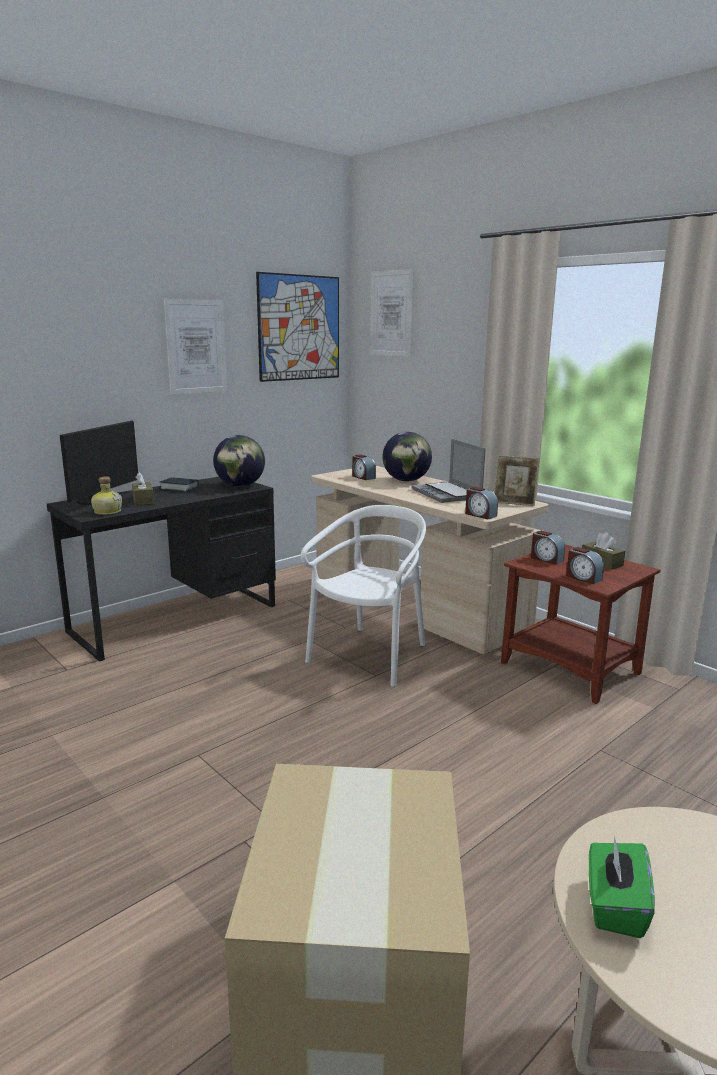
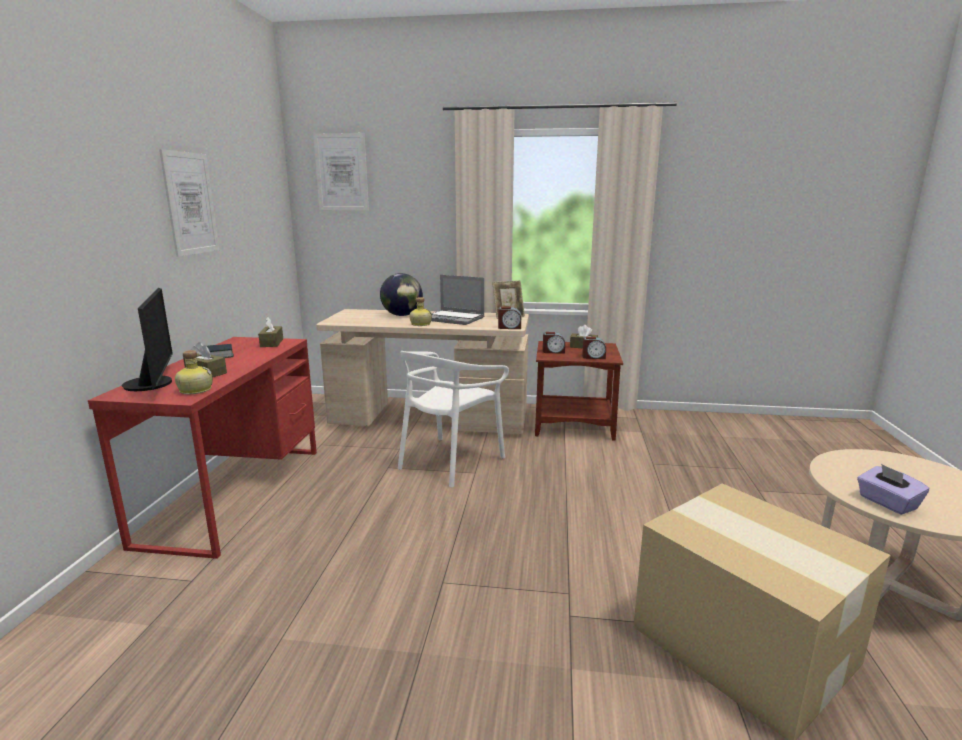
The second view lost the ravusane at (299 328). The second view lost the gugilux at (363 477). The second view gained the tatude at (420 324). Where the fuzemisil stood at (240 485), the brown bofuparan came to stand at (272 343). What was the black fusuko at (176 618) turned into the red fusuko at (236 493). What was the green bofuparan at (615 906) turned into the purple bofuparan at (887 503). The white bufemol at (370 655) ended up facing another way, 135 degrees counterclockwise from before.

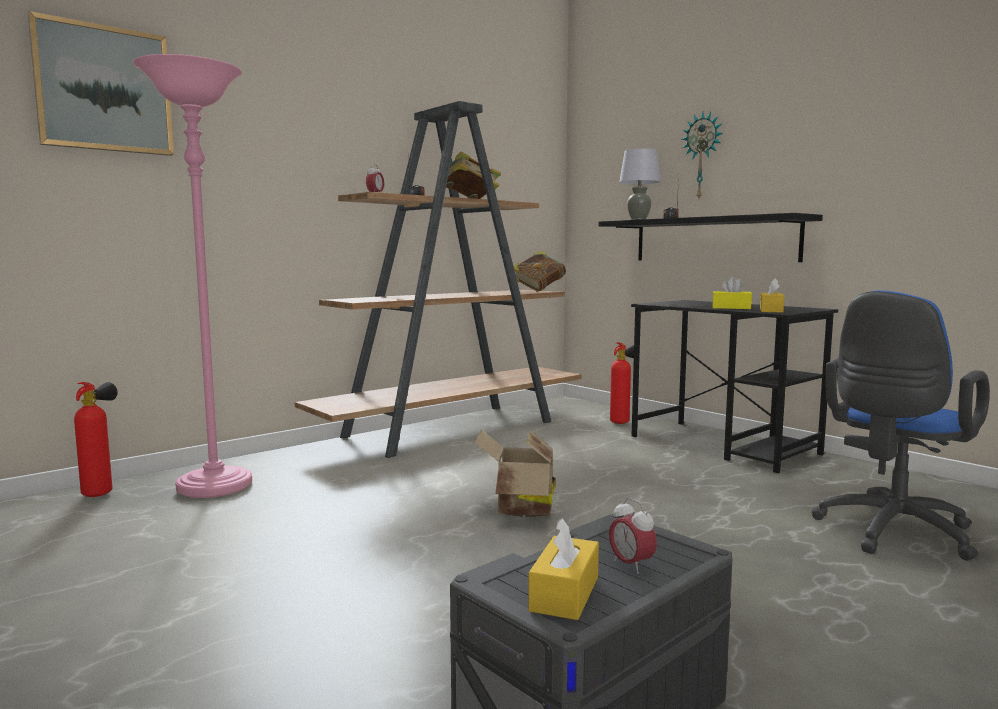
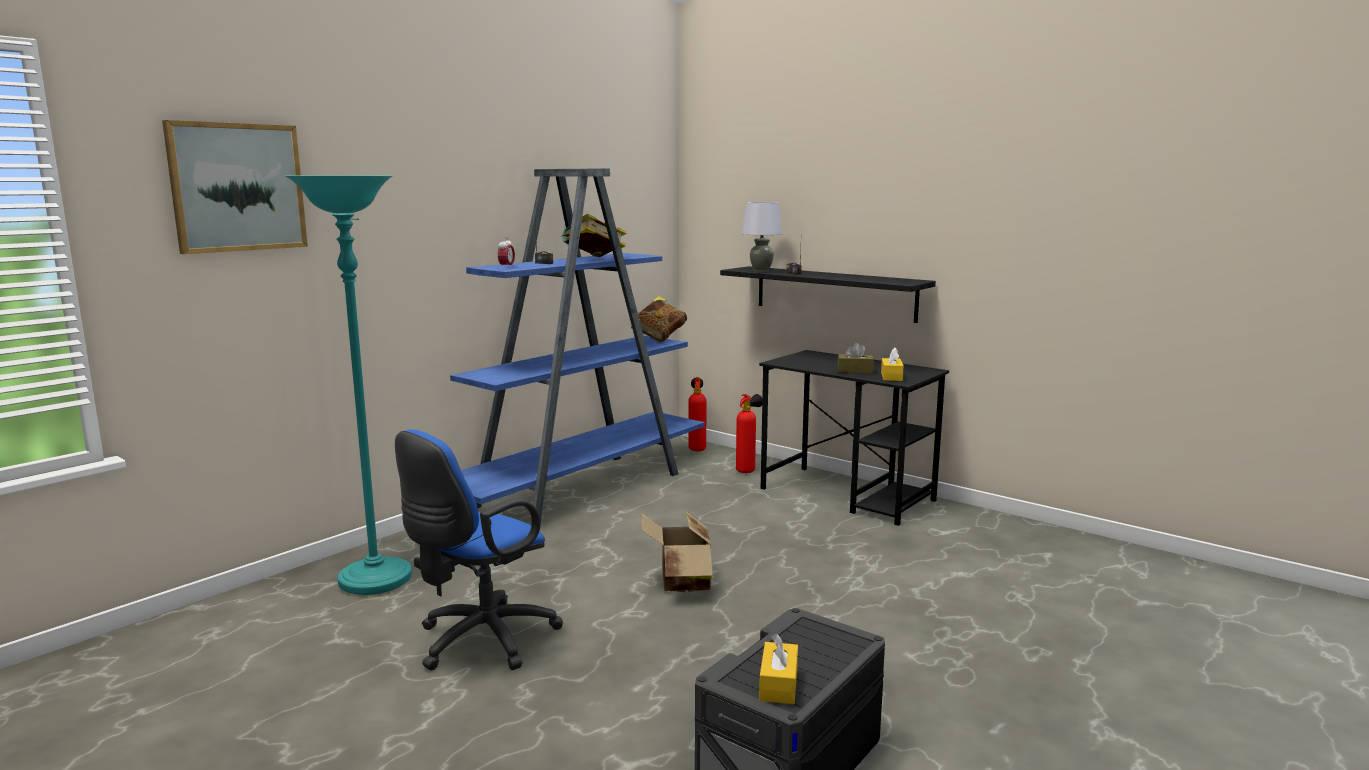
The second view lost the gugilux at (631 565). The second view lost the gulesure at (702 156). The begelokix ended up elsewhere, having gone from (102 492) to (697 449). The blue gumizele ended up elsewhere, having gone from (891 533) to (480 641). What was the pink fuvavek at (215 487) turned into the turquoise fuvavek at (375 580). What was the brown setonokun at (453 429) turned into the blue setonokun at (582 489). What was the yellow bofuparan at (731 308) turned into the brown bofuparan at (855 371).

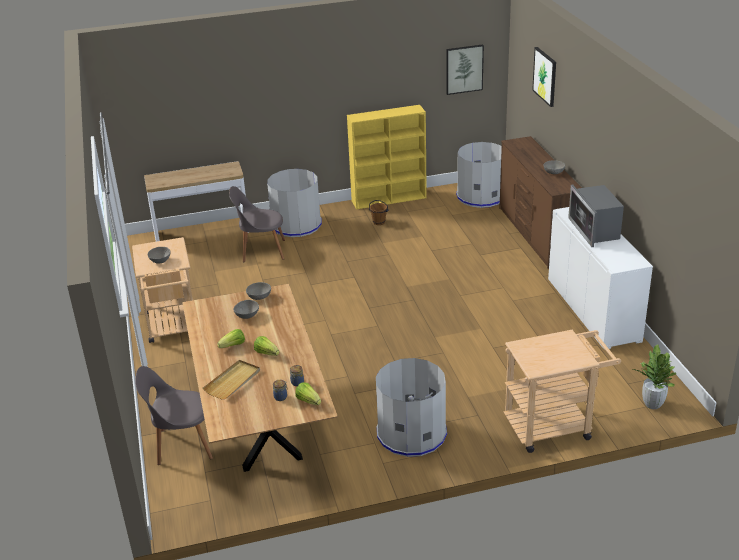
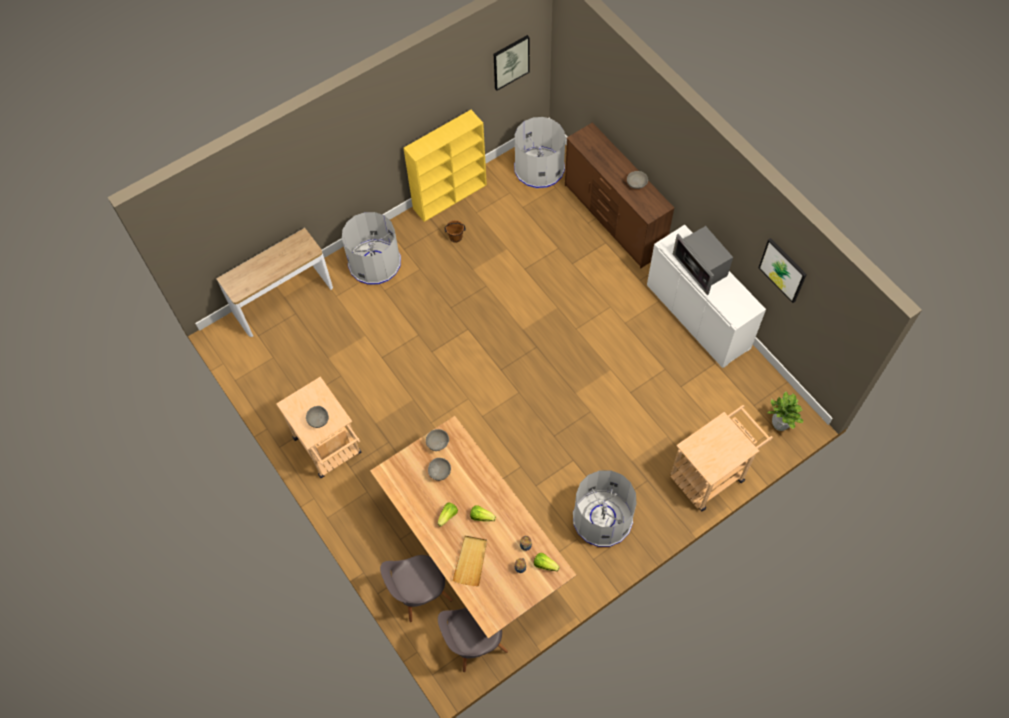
The grey bufemol ended up elsewhere, having gone from (261 251) to (473 641). The ravusane ended up elsewhere, having gone from (545 76) to (783 270).

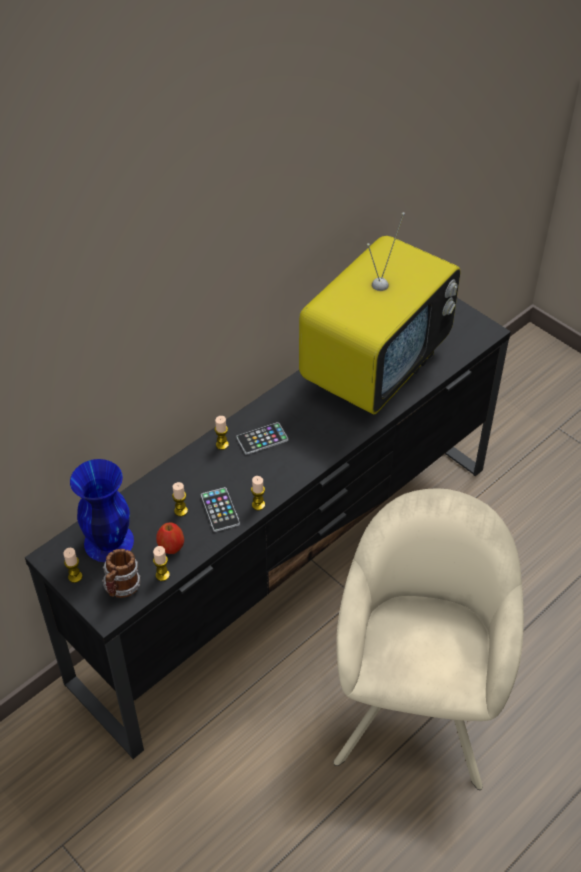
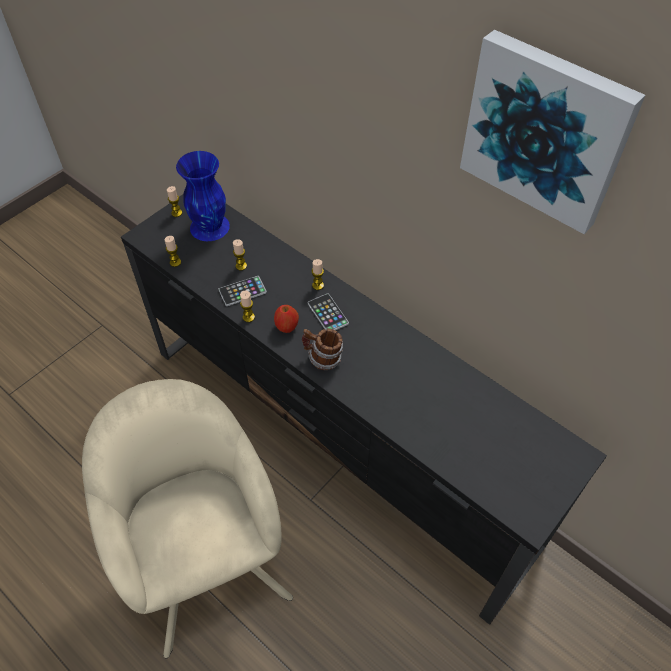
The second view lost the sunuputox at (375 368). The second view gained the ravusane at (546 131). The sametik ended up elsewhere, having gone from (122 588) to (323 359). The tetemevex ended up elsewhere, having gone from (171 547) to (286 327). The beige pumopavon at (417 699) ended up facing another way, 120 degrees counterclockwise from before.

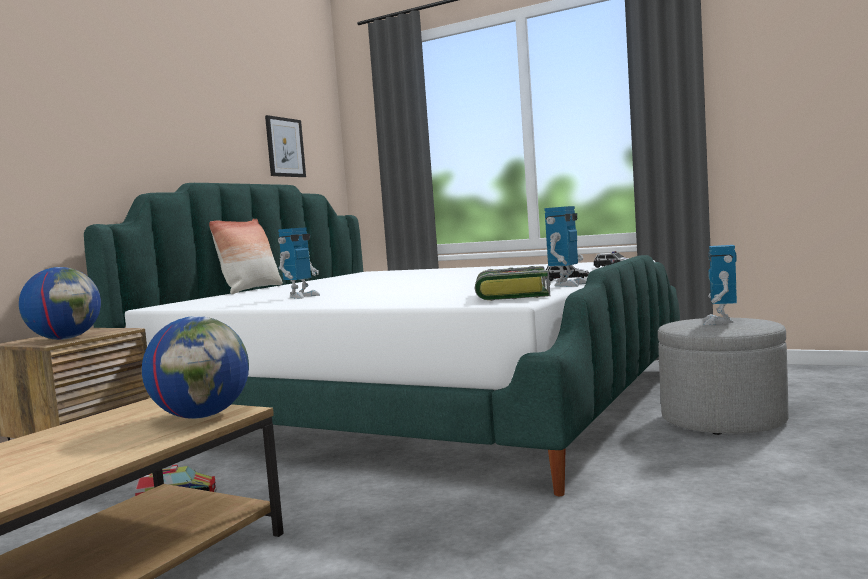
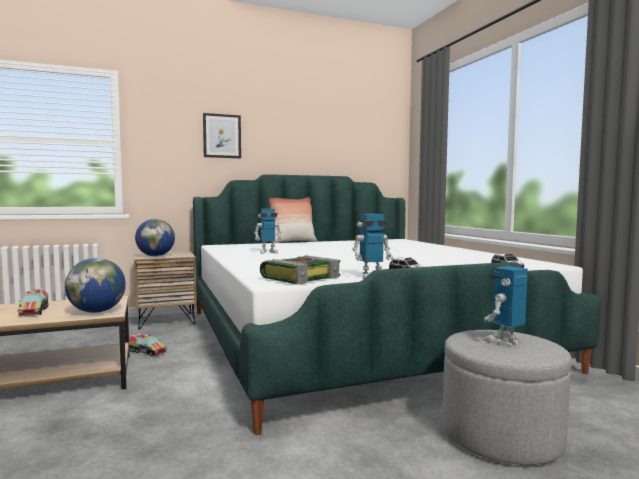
The second view gained the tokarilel at (34 311). The ravusane ended up elsewhere, having gone from (285 147) to (222 136).

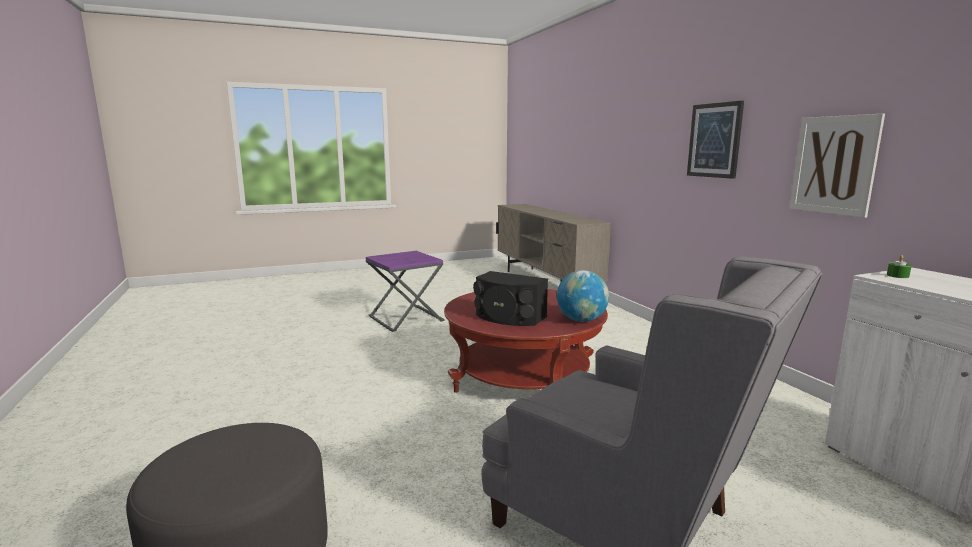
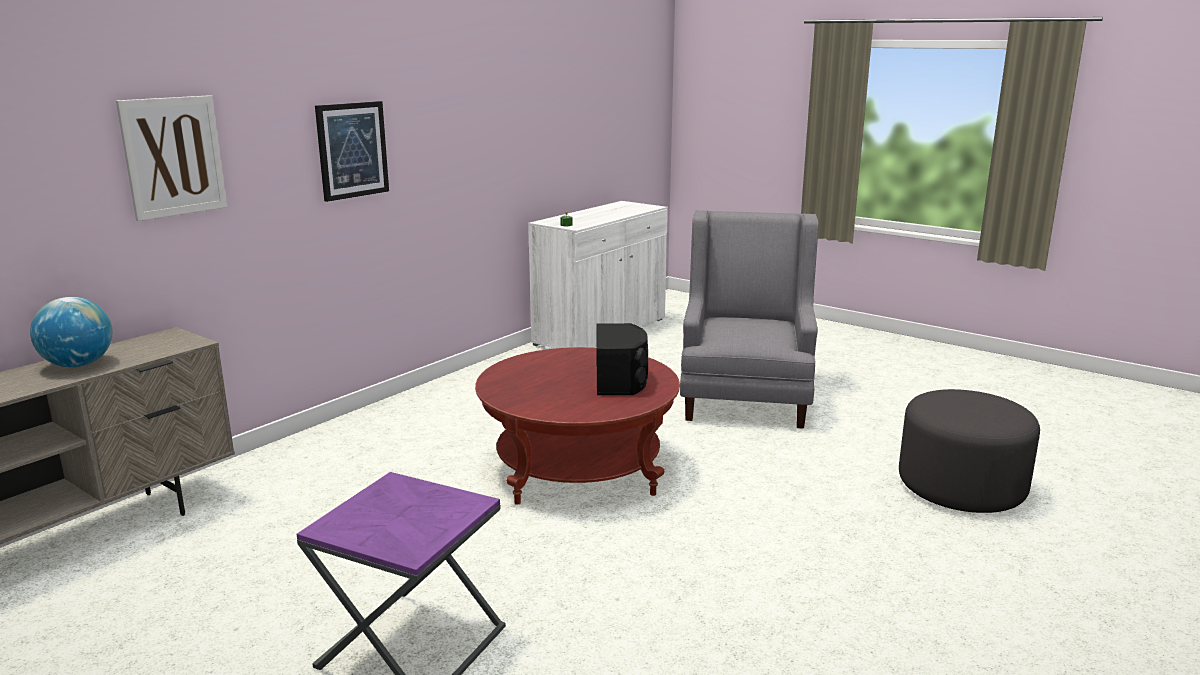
The fuzemisil ended up elsewhere, having gone from (581 320) to (78 365). The ravusane ended up elsewhere, having gone from (834 165) to (173 156).

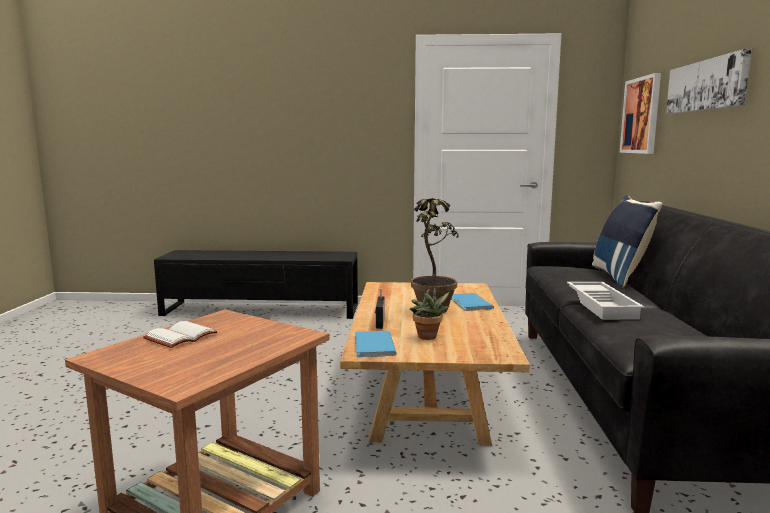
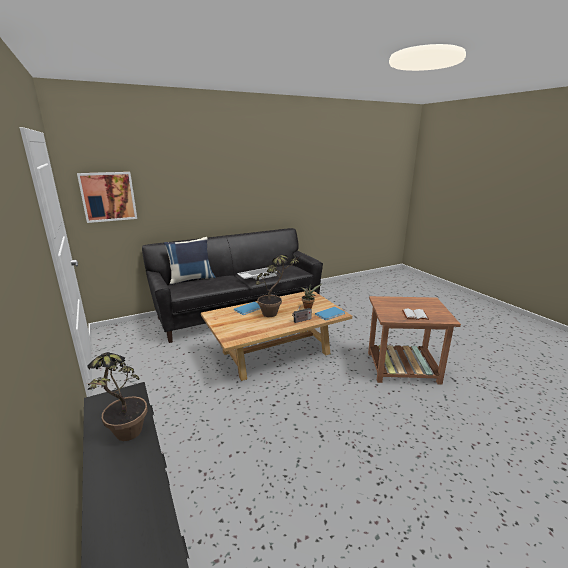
The second view lost the ravusane at (706 85). The second view gained the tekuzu at (126 439).

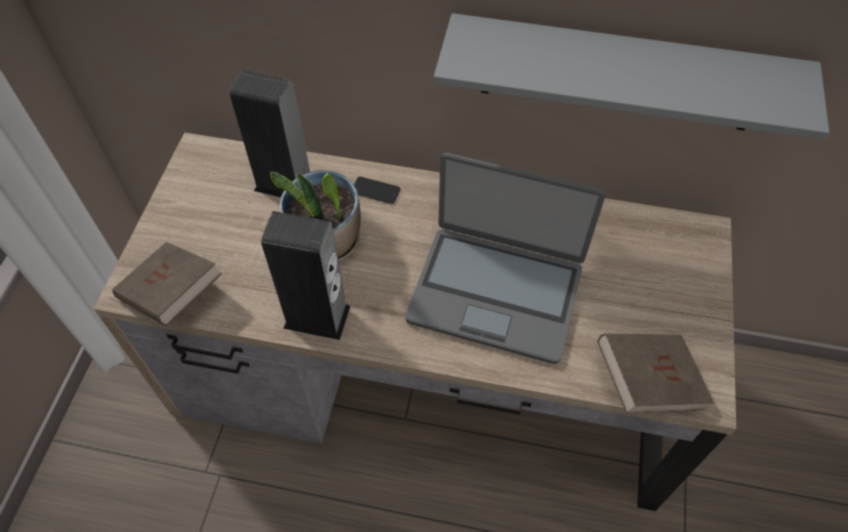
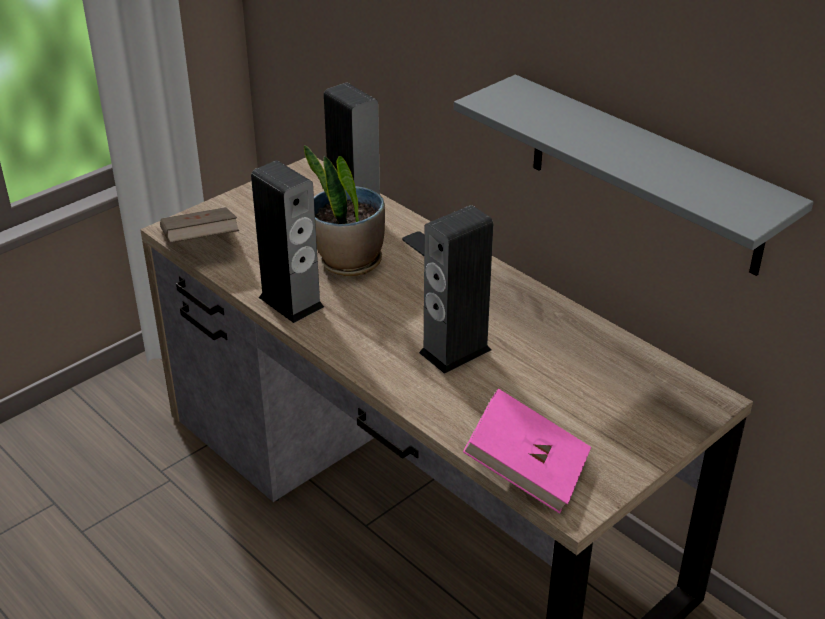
Where the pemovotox stood at (496 292), the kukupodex came to stand at (455 351). What was the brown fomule at (647 382) turned into the pink fomule at (526 470).

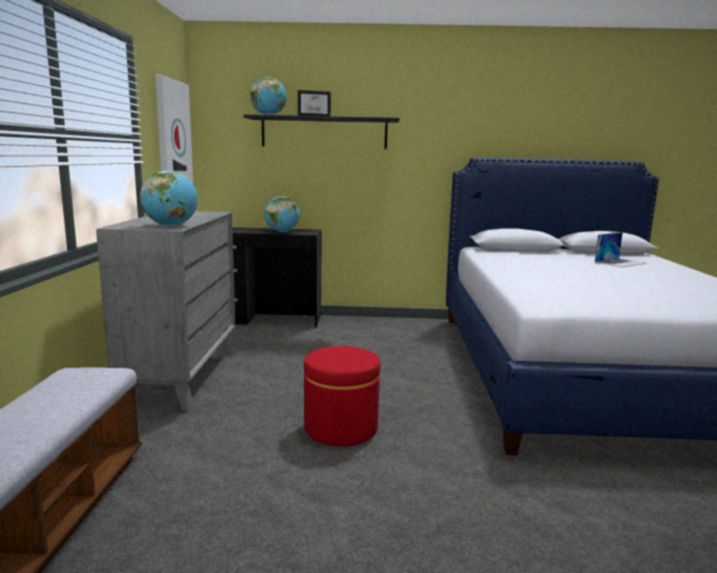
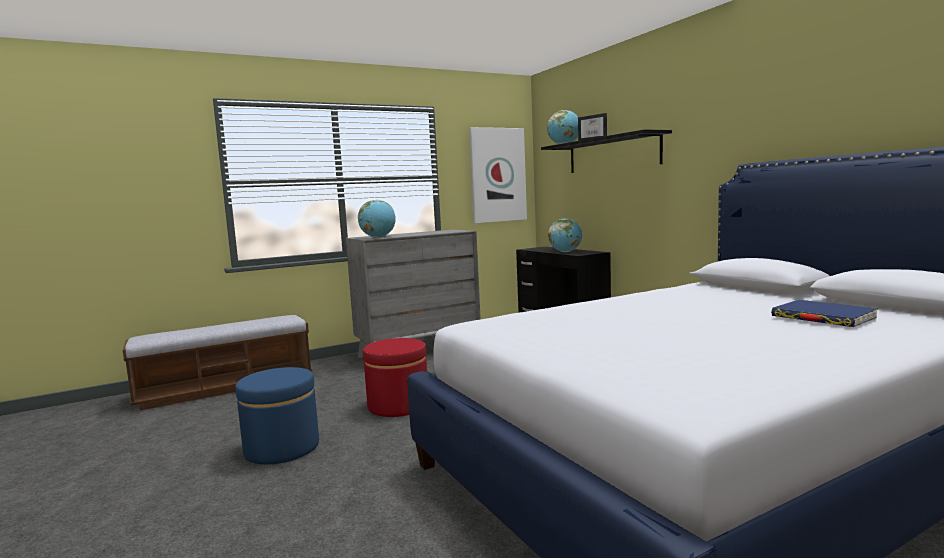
The second view gained the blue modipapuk at (282 448). Where the pemovotox stood at (620 262), the blue fomule came to stand at (822 318).

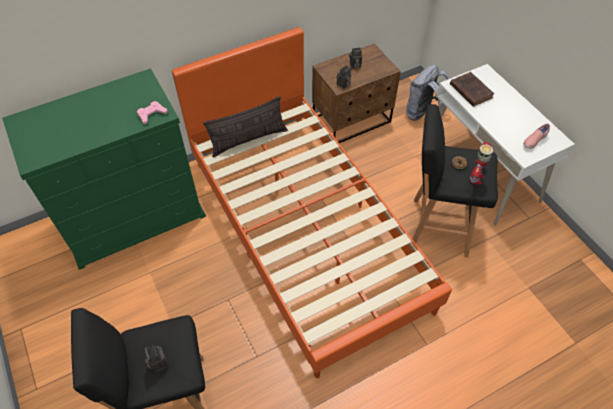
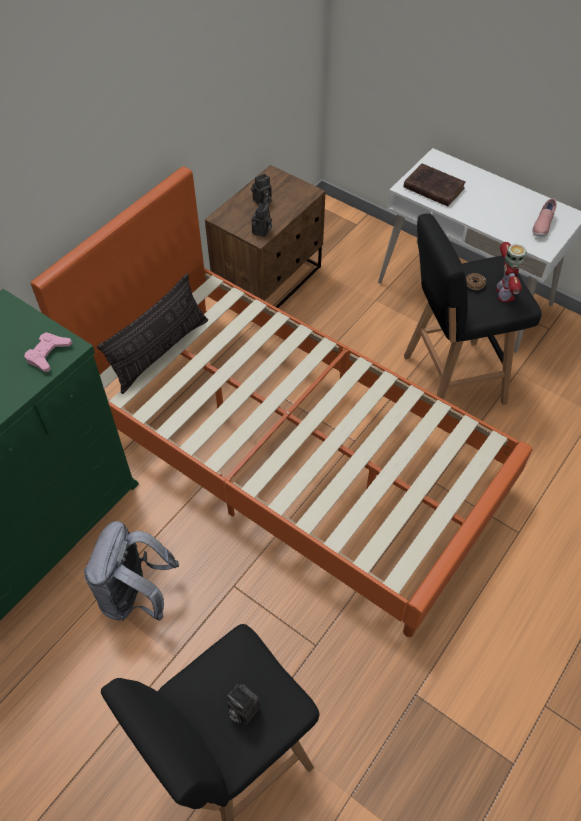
The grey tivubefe ended up elsewhere, having gone from (423 115) to (136 595).

